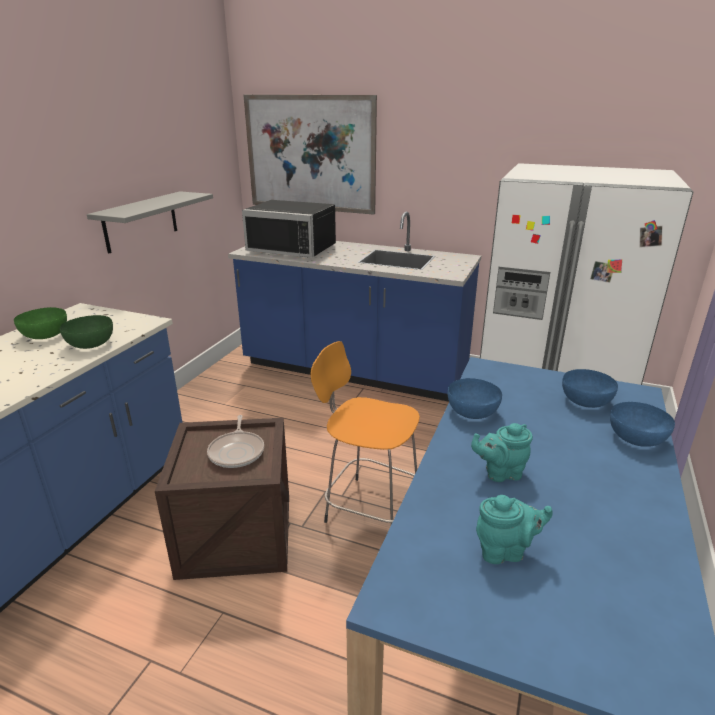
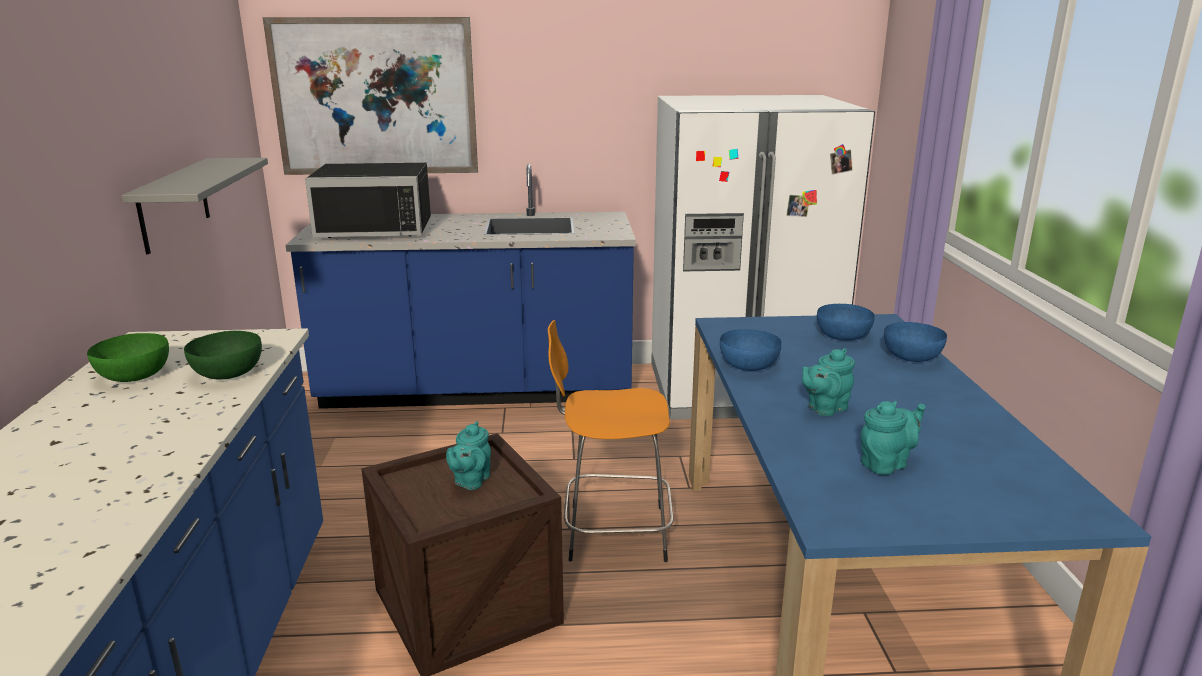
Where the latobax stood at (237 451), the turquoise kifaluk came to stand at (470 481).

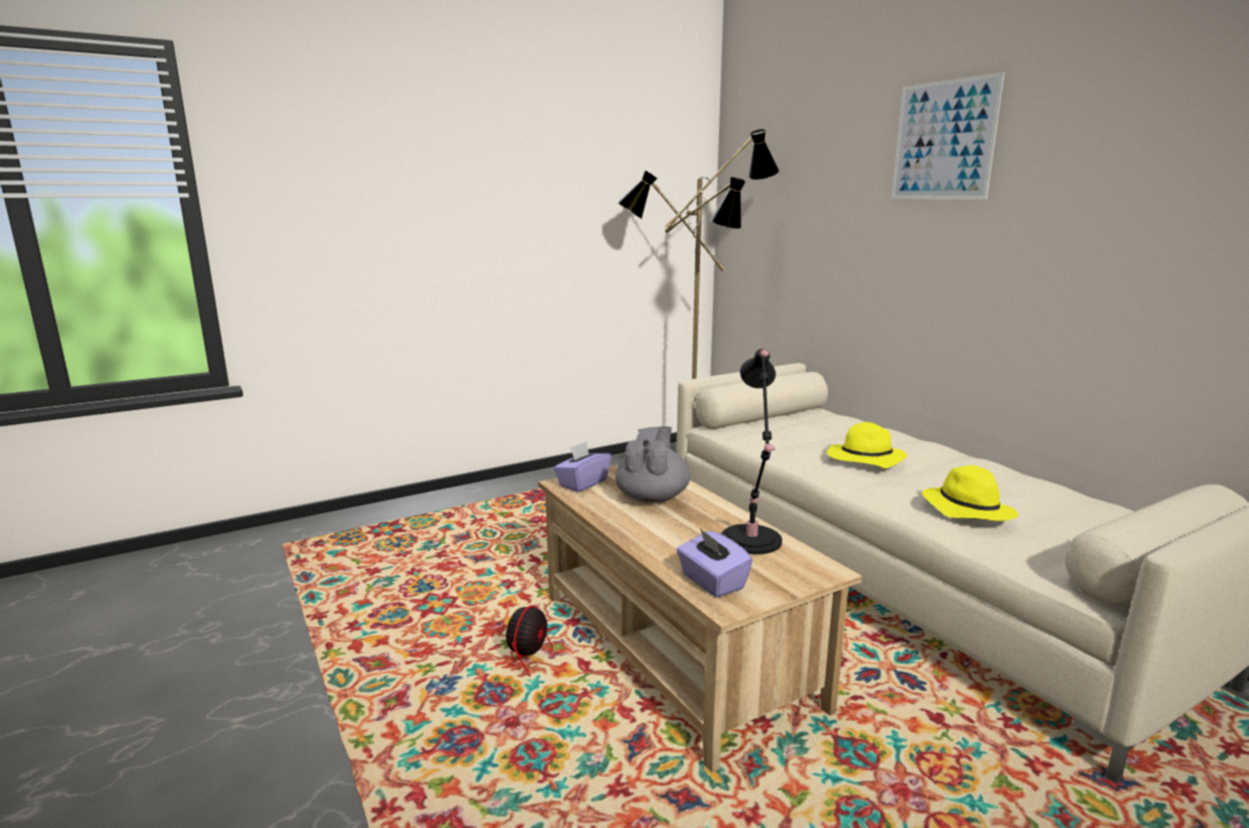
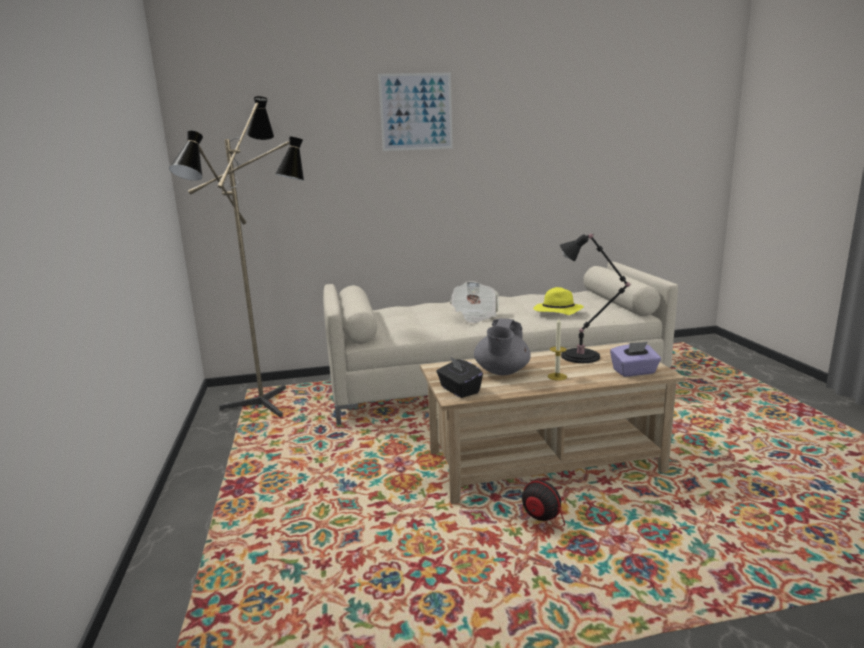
The second view gained the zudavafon at (557 376). Where the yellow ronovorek stood at (864 459), the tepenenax came to stand at (475 315). What was the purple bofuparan at (582 483) turned into the black bofuparan at (459 390). The grey kifaluk at (652 497) ended up facing another way, 105 degrees counterclockwise from before.

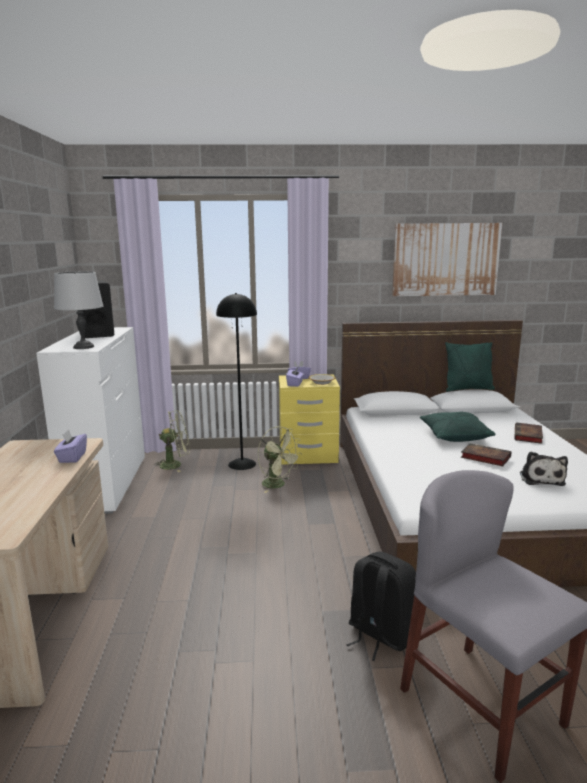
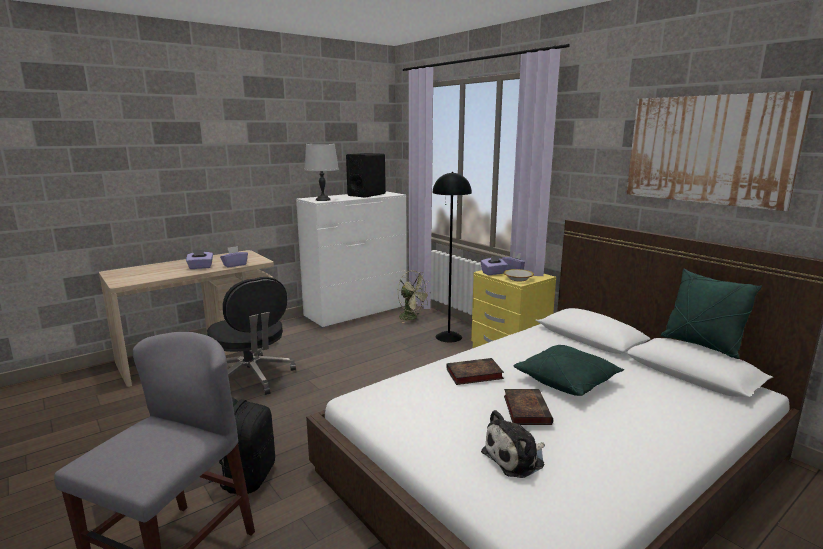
The second view lost the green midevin at (278 485). The second view gained the purple bofuparan at (200 267). The second view gained the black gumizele at (251 377). The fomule ended up elsewhere, having gone from (528 436) to (473 375).

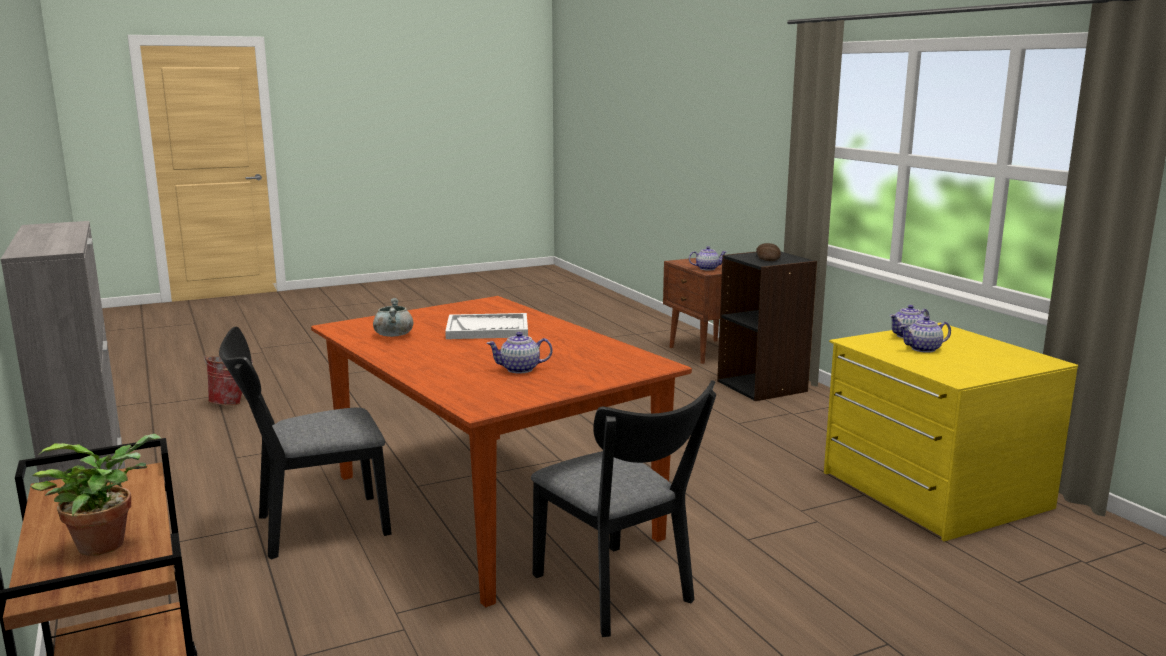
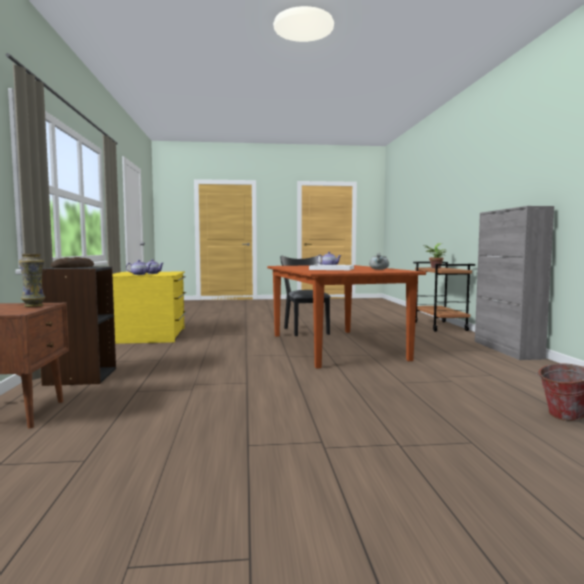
The second view lost the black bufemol at (312 527). Where the kifaluk stood at (707 268), the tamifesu came to stand at (34 306).

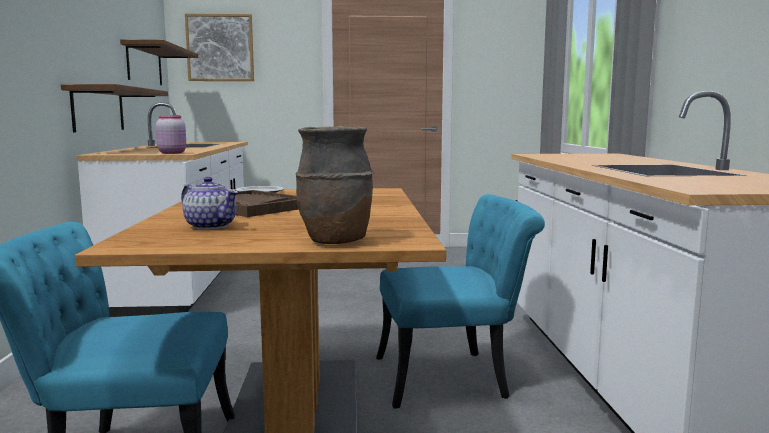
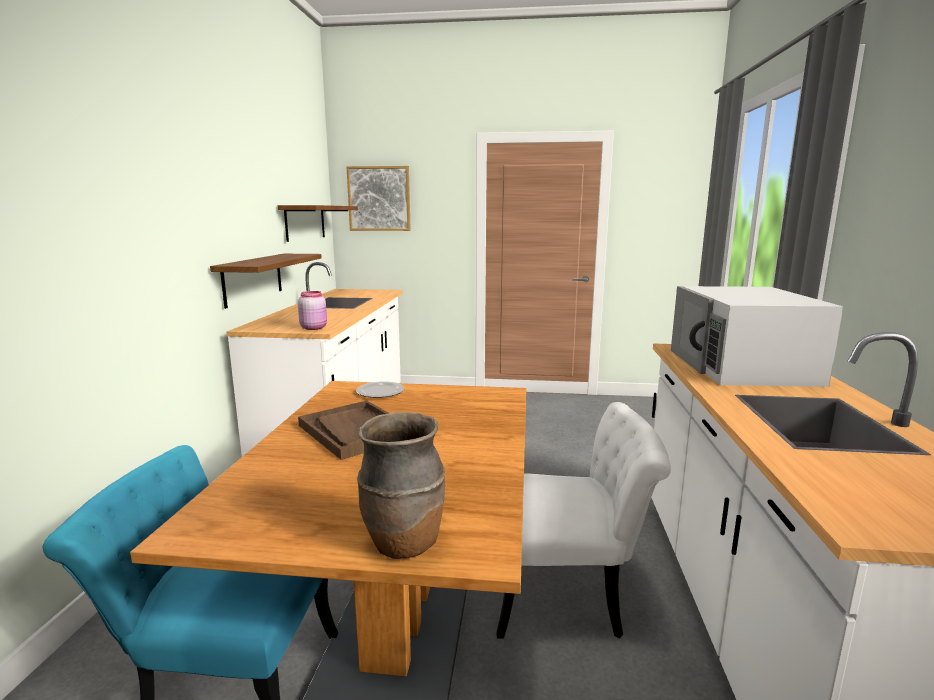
The second view lost the kifaluk at (210 226). The second view gained the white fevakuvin at (741 366). What was the turquoise bufemol at (455 377) turned into the white bufemol at (569 595).

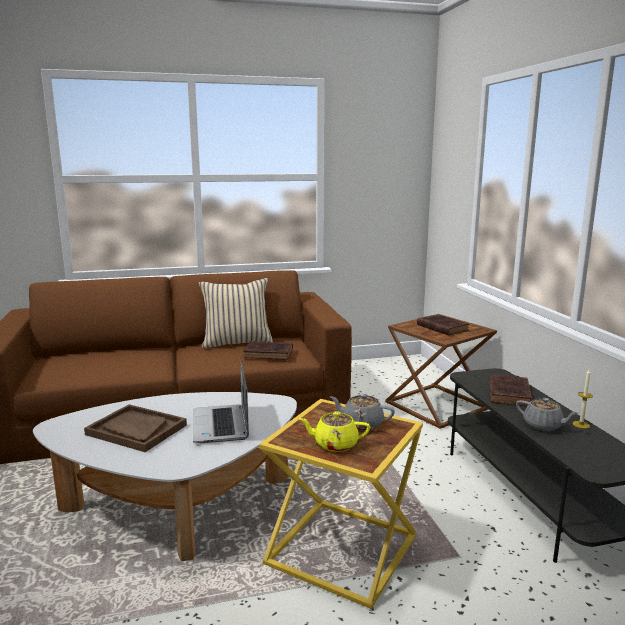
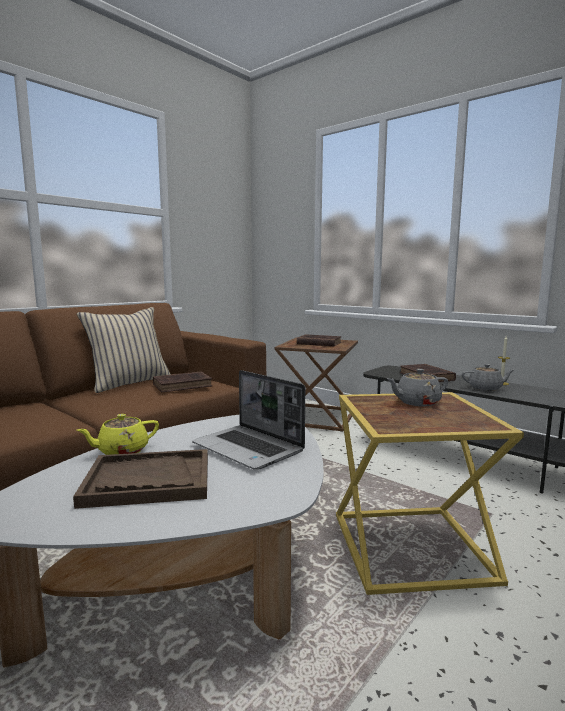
The yellow kifaluk ended up elsewhere, having gone from (335 444) to (122 451).

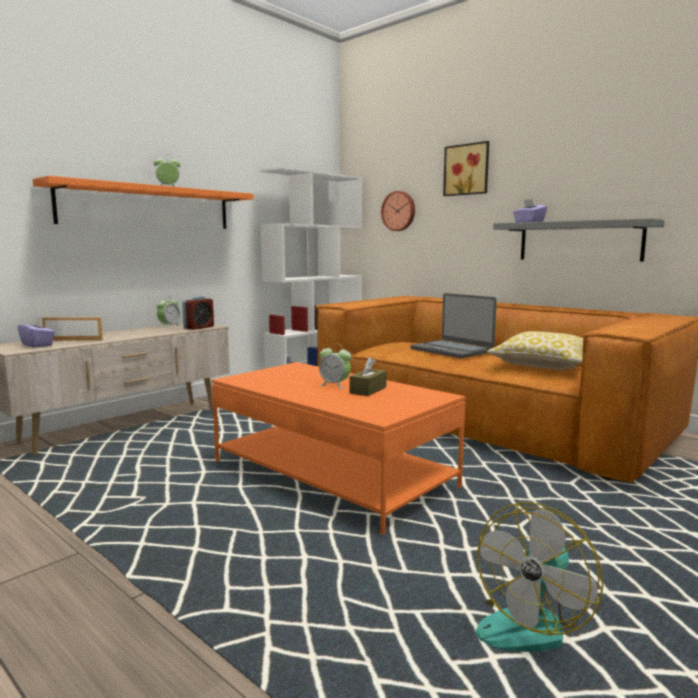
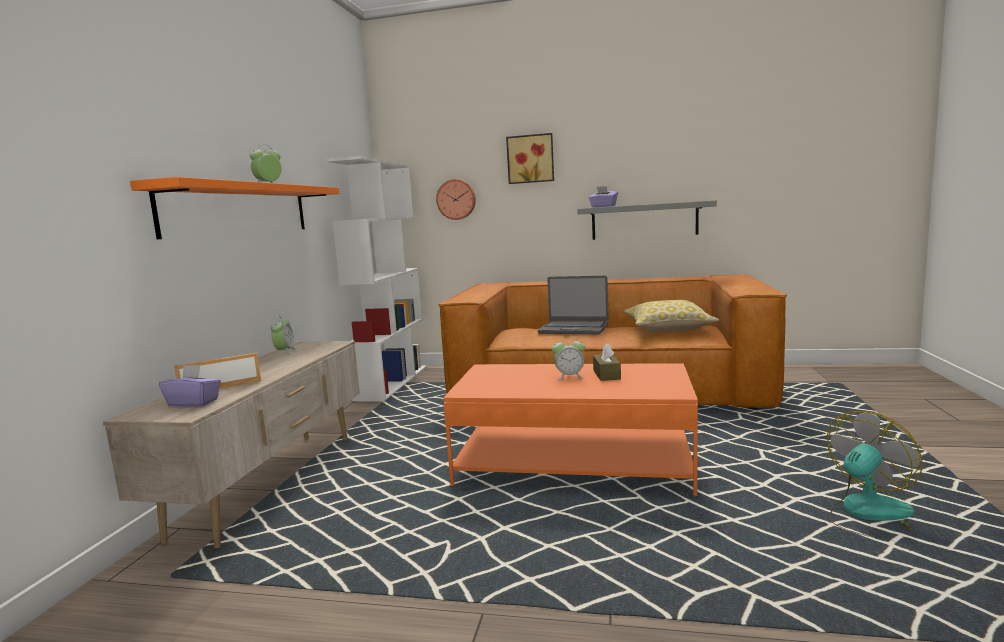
The second view lost the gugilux at (199 327). The midevin at (529 622) ended up facing another way, 135 degrees counterclockwise from before.

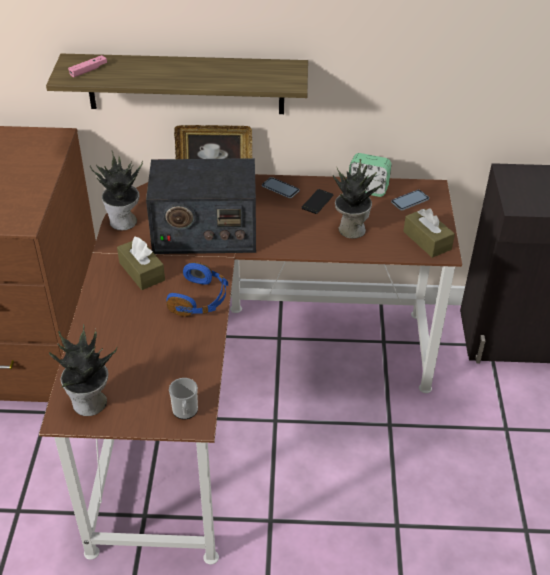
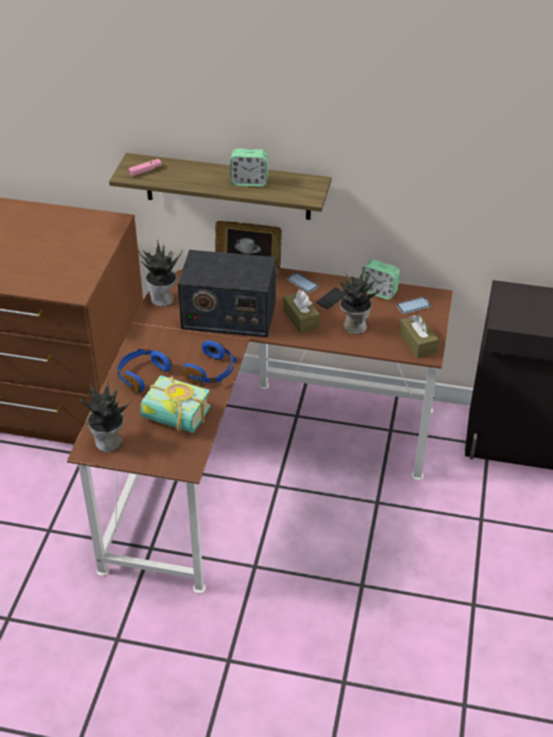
The second view lost the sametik at (185 412). The second view gained the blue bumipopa at (141 375). The second view gained the fomule at (173 420). The second view gained the gugilux at (249 181). The brown bofuparan ended up elsewhere, having gone from (142 271) to (301 318).

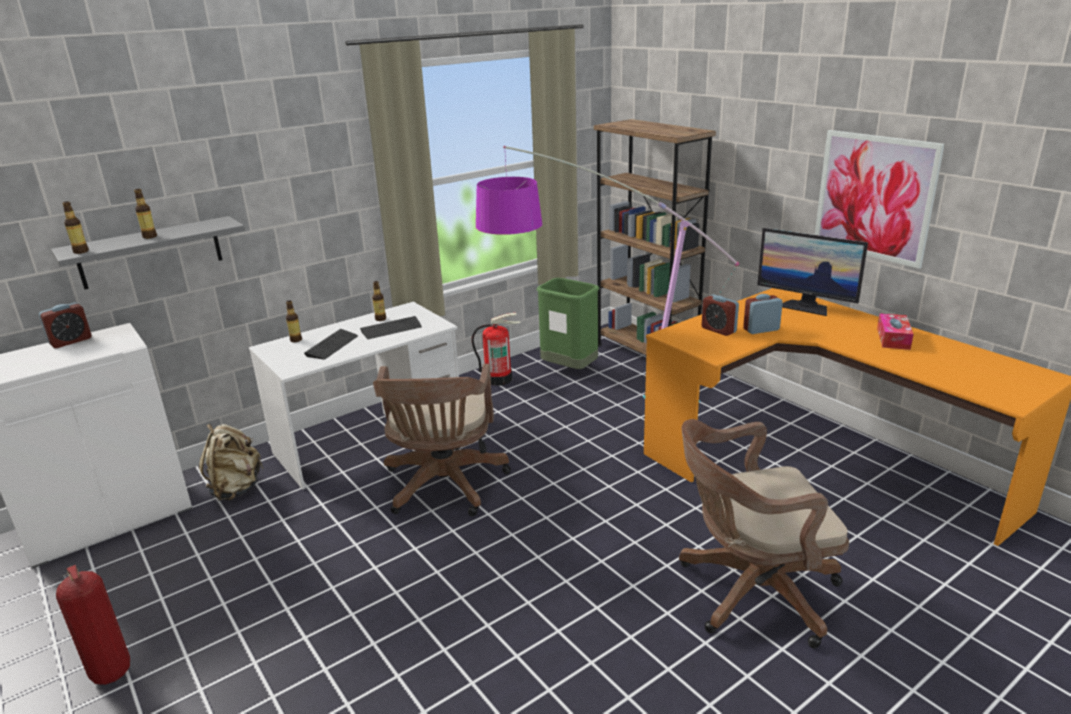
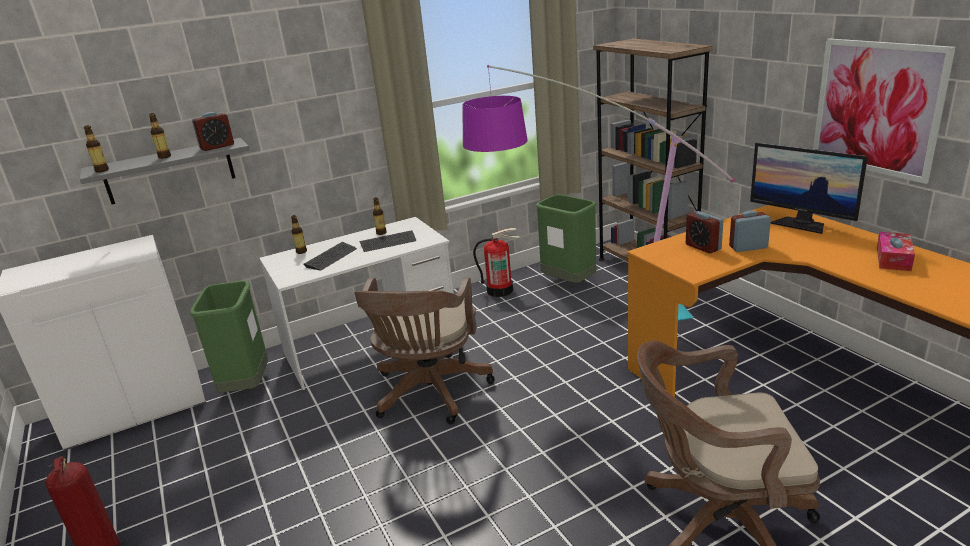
The gugilux ended up elsewhere, having gone from (71 341) to (217 147). Where the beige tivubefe stood at (236 489), the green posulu came to stand at (246 386).

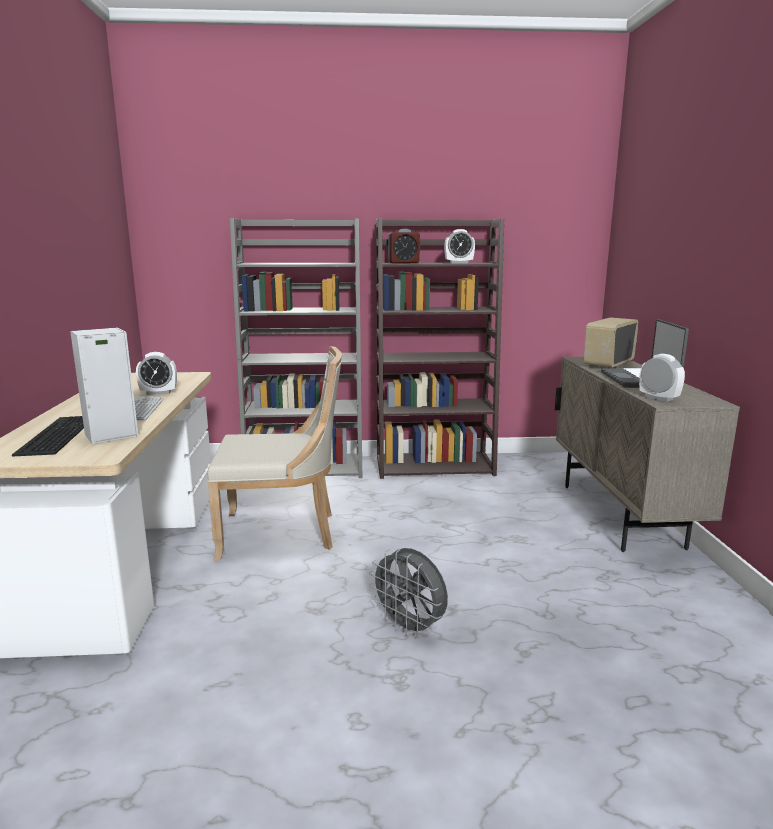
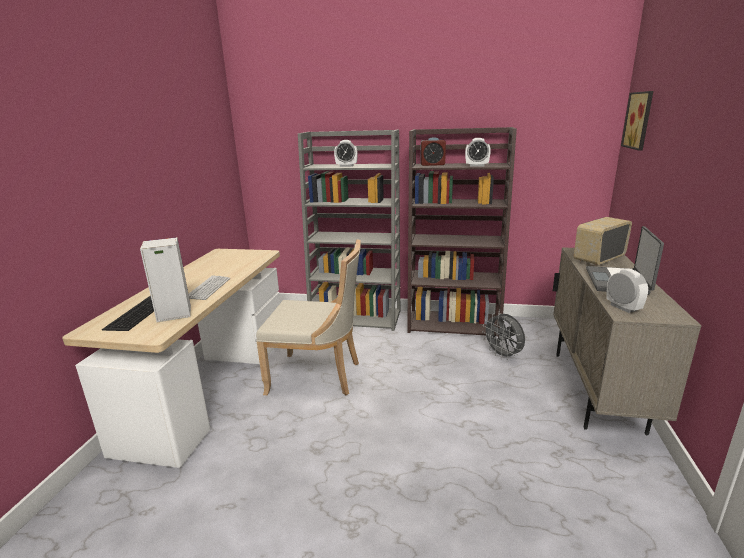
The second view gained the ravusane at (640 120). The gugilux ended up elsewhere, having gone from (158 393) to (346 166). The grey midevin ended up elsewhere, having gone from (410 628) to (503 355).

